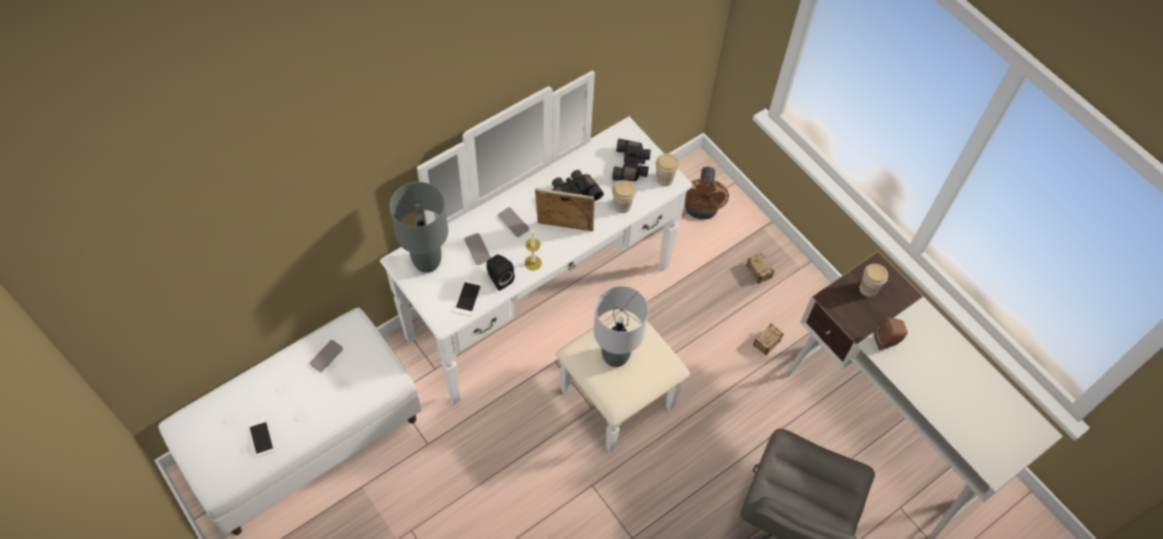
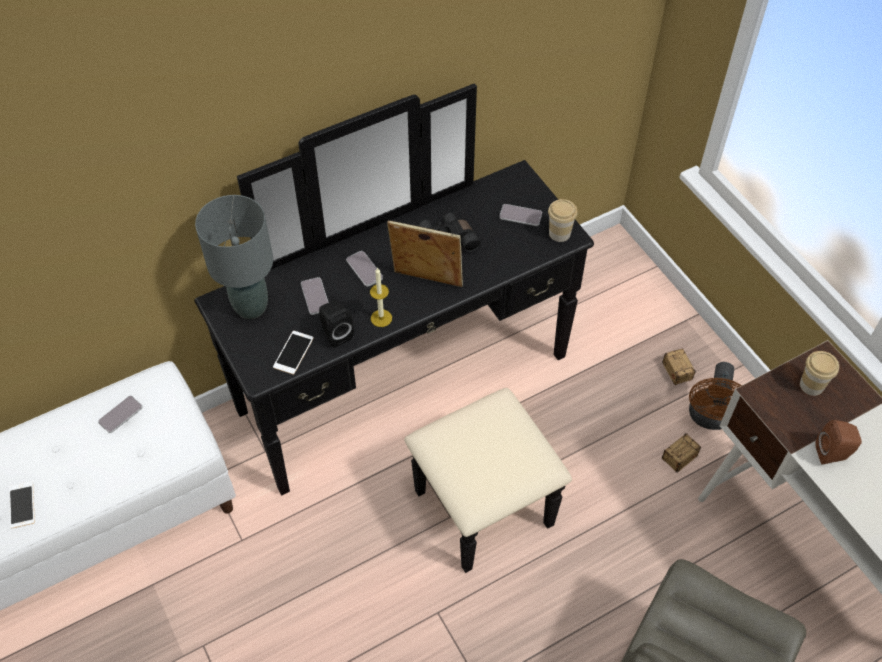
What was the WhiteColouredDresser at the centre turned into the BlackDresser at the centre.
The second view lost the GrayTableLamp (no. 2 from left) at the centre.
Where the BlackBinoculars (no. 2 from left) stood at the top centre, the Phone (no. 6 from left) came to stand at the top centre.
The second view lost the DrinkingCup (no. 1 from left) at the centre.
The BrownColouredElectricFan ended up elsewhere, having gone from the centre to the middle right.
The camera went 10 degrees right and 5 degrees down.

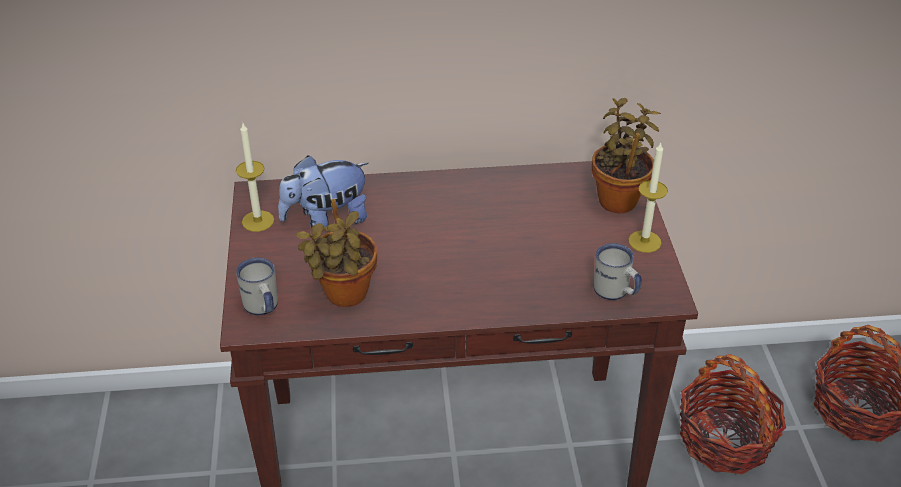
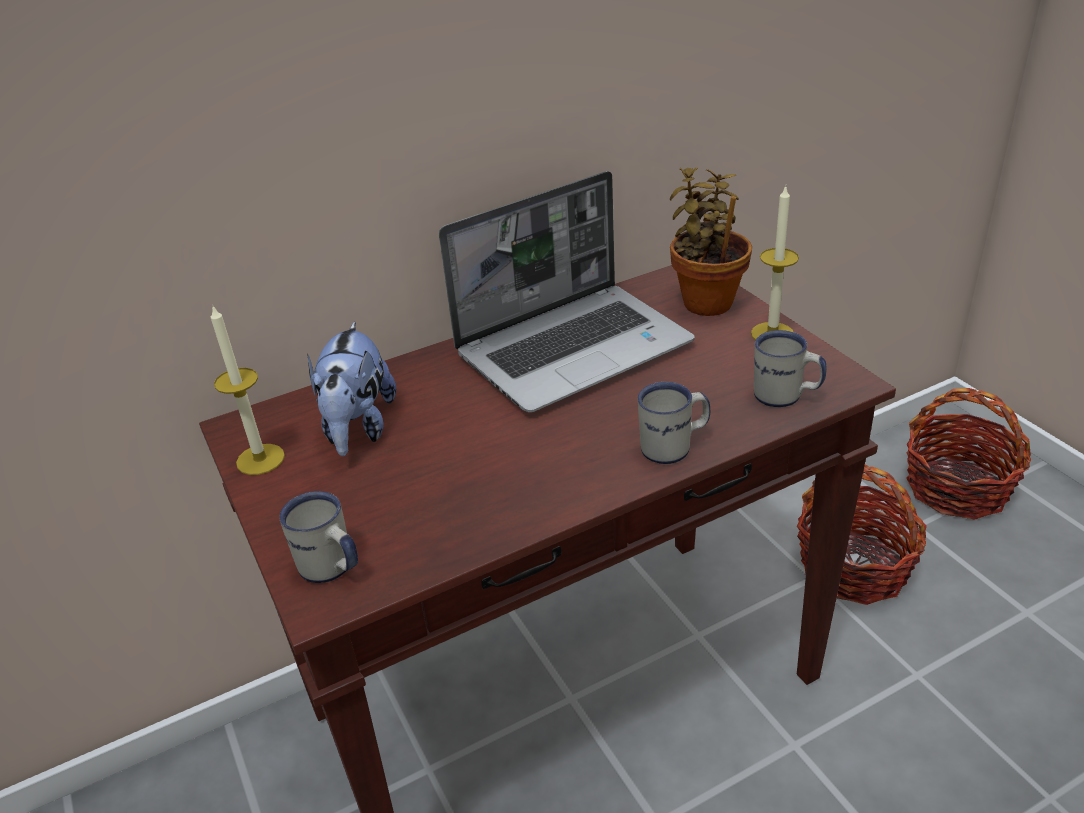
The PlushToy at the centre ended up facing another way, 45 degrees counterclockwise from before.
The second view lost the PlantInAPot (no. 1 from left) at the centre.
The second view gained the PortableComputer at the centre.
The second view gained the WhiteColouredMug (no. 2 from left) at the centre.
The camera went 20 degrees left and 5 degrees down.

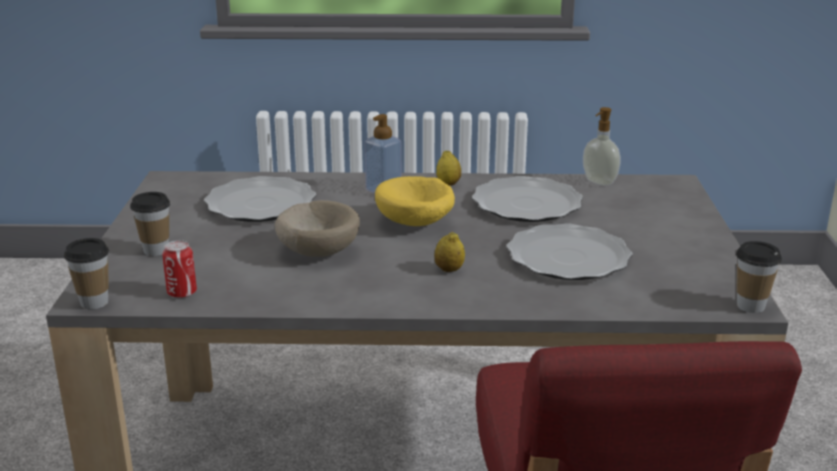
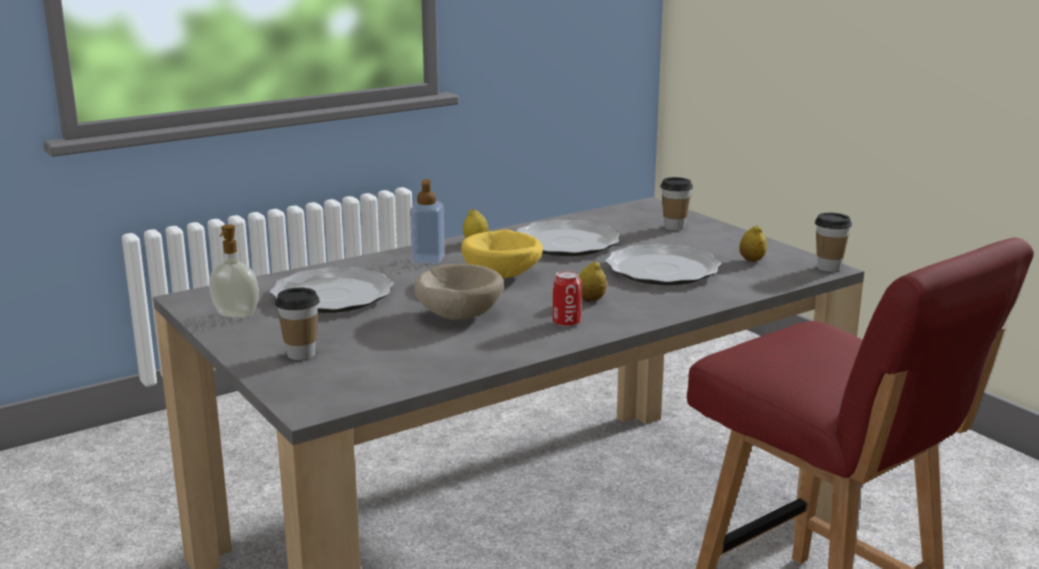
The DrinkingCup (no. 1 from left in the first image) ended up elsewhere, having gone from the middle left to the centre.
The Can ended up elsewhere, having gone from the middle left to the centre.
The LiquidSoapBottle (no. 2 from left in the first image) ended up elsewhere, having gone from the top right to the middle left.
The second view gained the Lemon (no. 3 from left) at the middle right.
The camera went 35 degrees left and 5 degrees down.

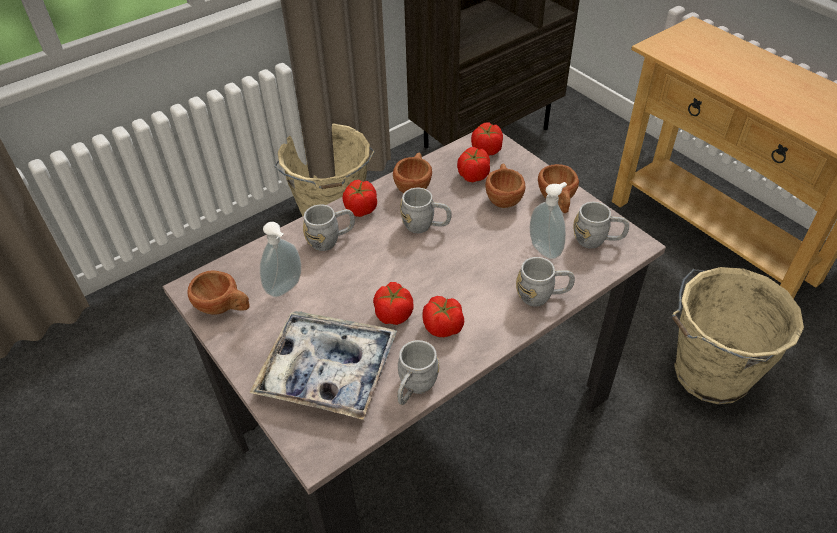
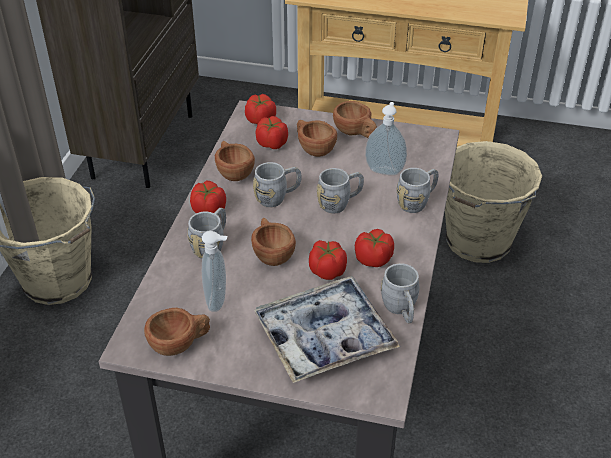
The GrayMug (no. 5 from left in the first image) ended up elsewhere, having gone from the middle right to the centre.
The second view gained the BrownColouredDrinkingCup (no. 3 from left) at the centre.
The camera went 40 degrees left and 5 degrees down.

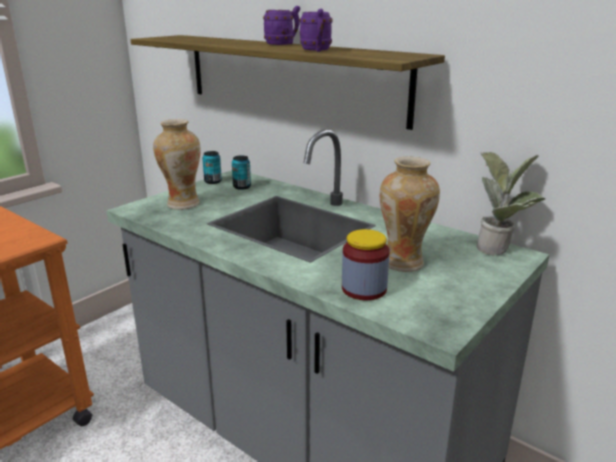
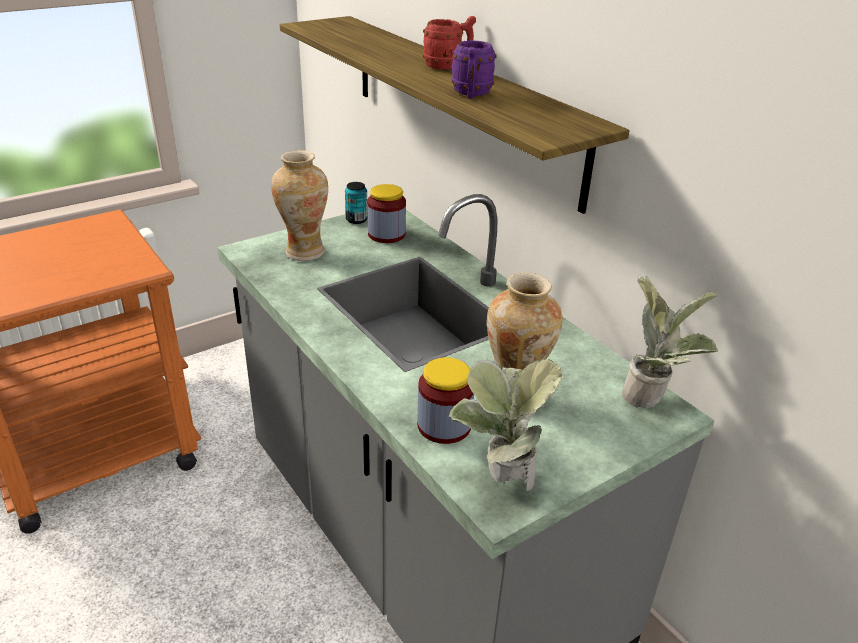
Where the Can (no. 2 from left) stood at the centre, the PreserveJar (no. 1 from left) came to stand at the top centre.
What was the PurpleColouredMug (no. 1 from left) at the top centre turned into the RedMug at the top centre.
The second view gained the PlantInAPot (no. 1 from left) at the centre.
The camera went 15 degrees right and 10 degrees up.

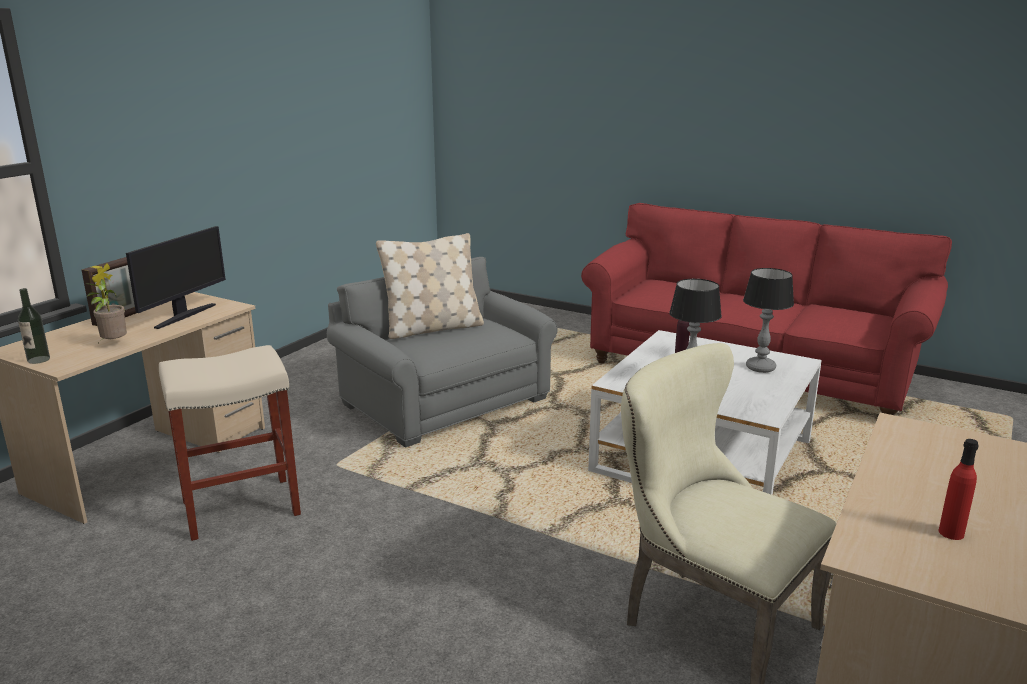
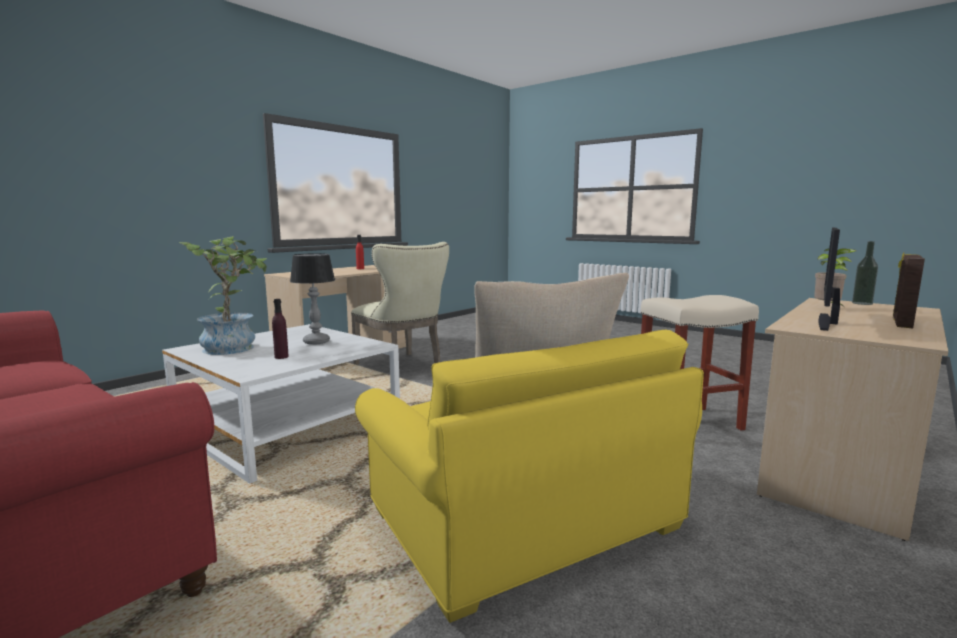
What was the GrayArmchair at the centre turned into the YellowArmchair at the bottom centre.
Where the TableLamp (no. 2 from left) stood at the middle right, the PlantInAPot (no. 1 from left) came to stand at the middle left.
The camera went 170 degrees left and 10 degrees down.

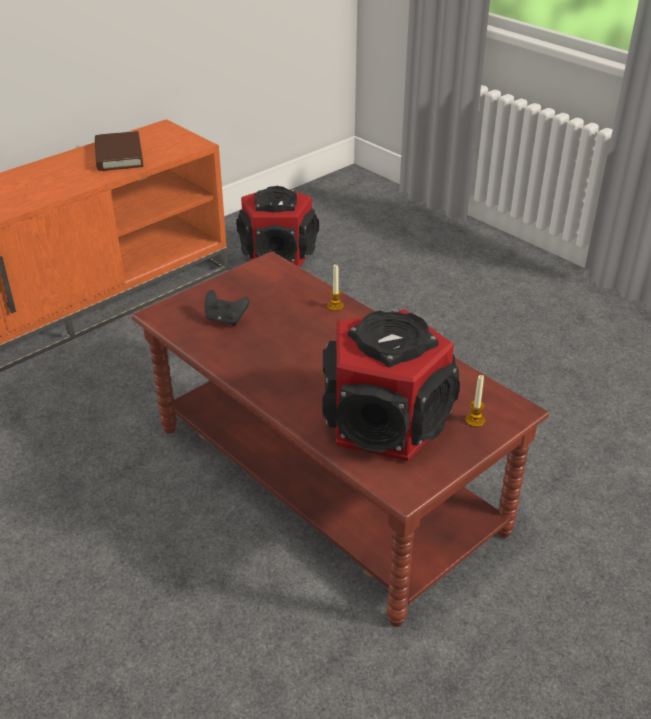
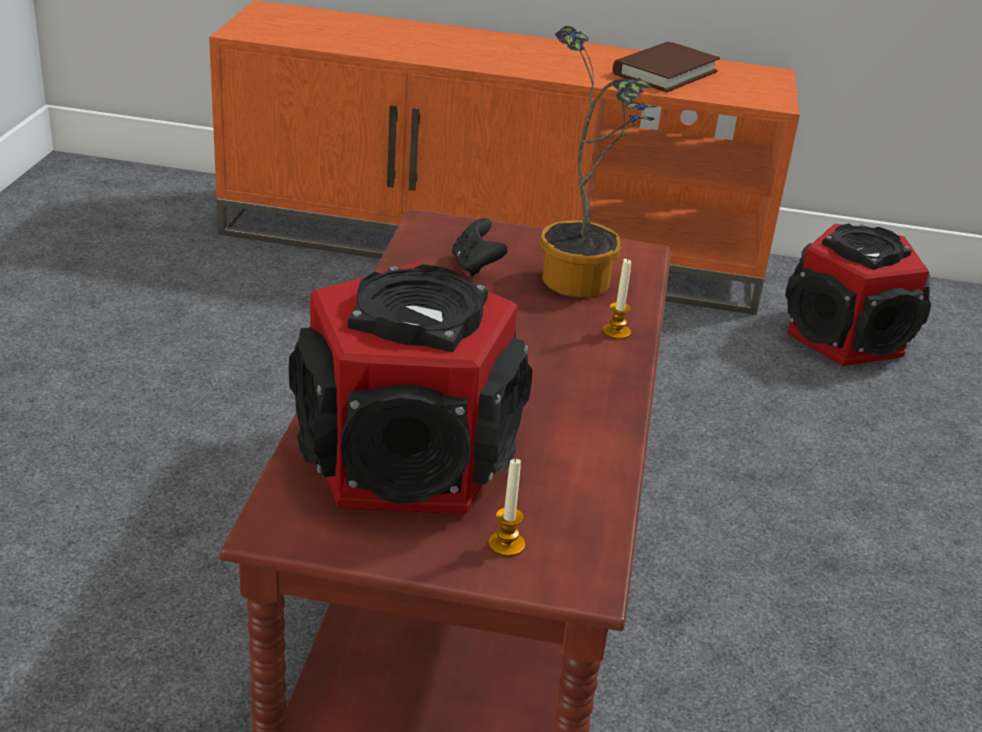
The second view gained the PlantInAPot at the top centre.
The camera went 50 degrees right and 5 degrees down.

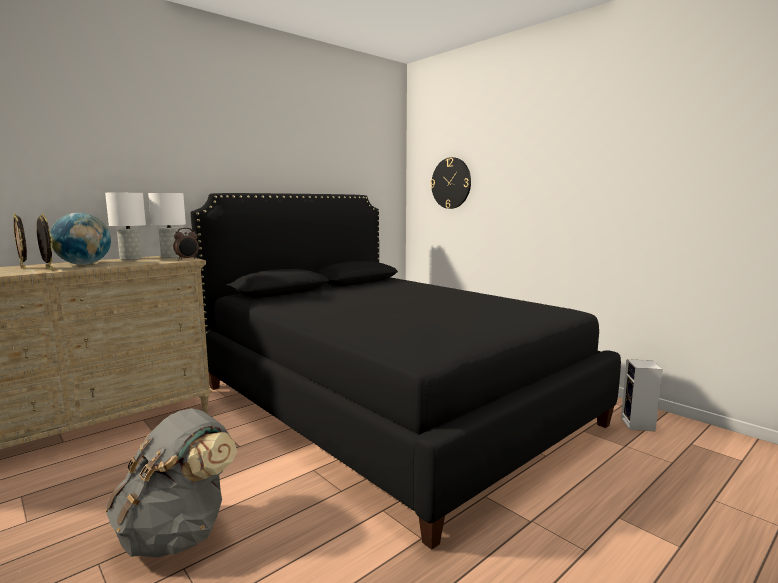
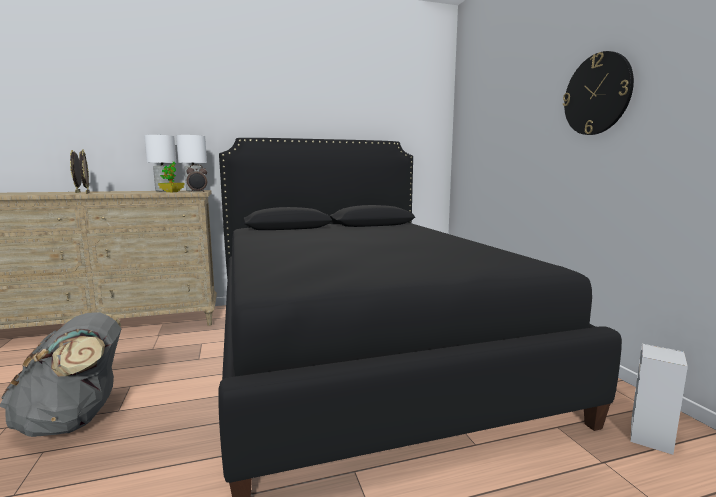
The second view lost the WorldGlobe at the middle left.
The HangingClock ended up elsewhere, having gone from the top centre to the top right.
The second view gained the PlantInAPot at the middle left.
The camera went 25 degrees right and 0 degrees up.

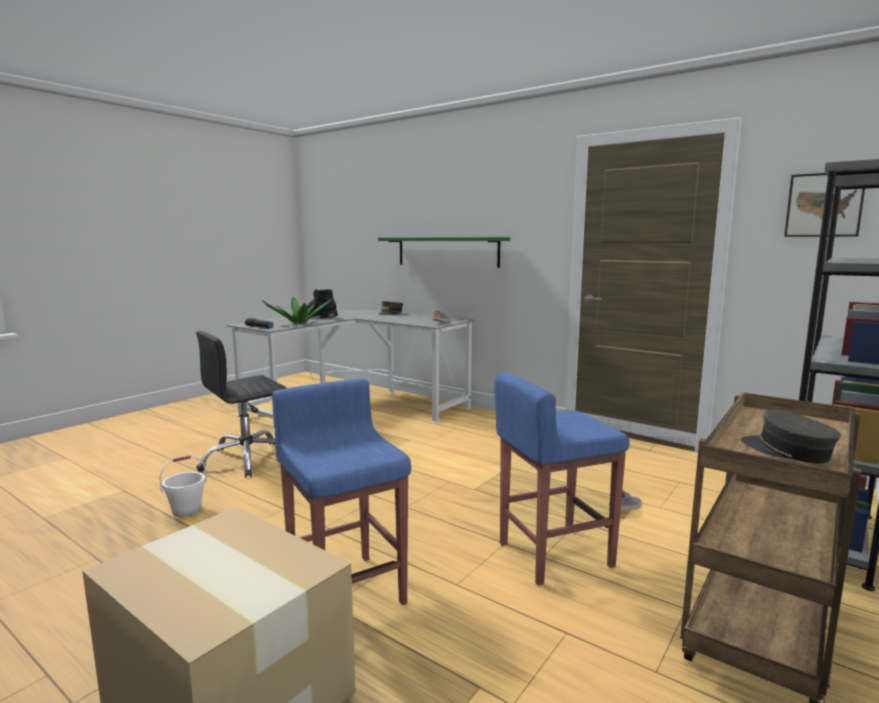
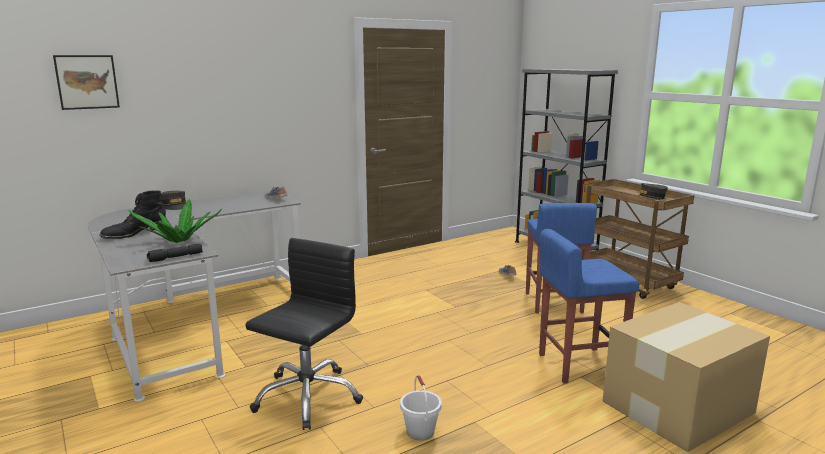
The BlackDeskChair at the middle left ended up facing another way, 135 degrees counterclockwise from before.
The second view lost the GreenWallShelf at the centre.
The WallArt ended up elsewhere, having gone from the top right to the top left.
The camera went 70 degrees left and 5 degrees up.

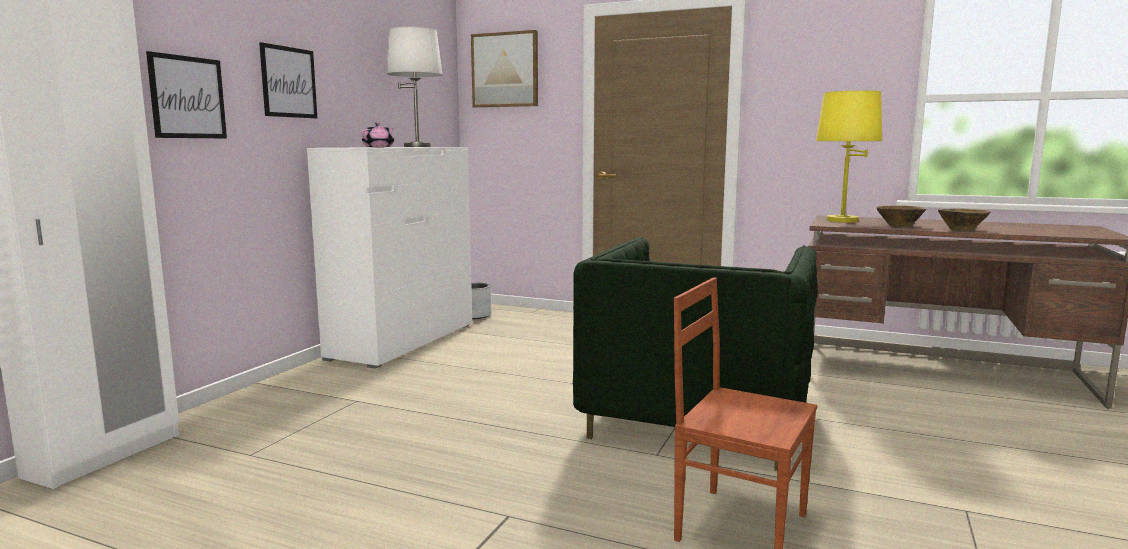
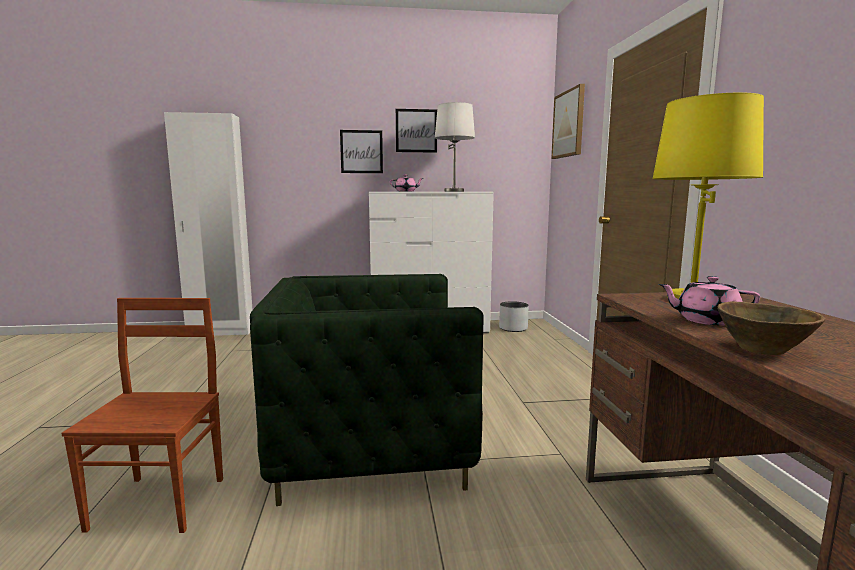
The WallArt (no. 1 from left in the first image) ended up elsewhere, having gone from the top left to the top centre.
Where the BrownColouredServingBowl (no. 1 from left) stood at the middle right, the PinkColouredTeaPot (no. 2 from left) came to stand at the middle right.
The camera went 60 degrees right and 0 degrees up.

